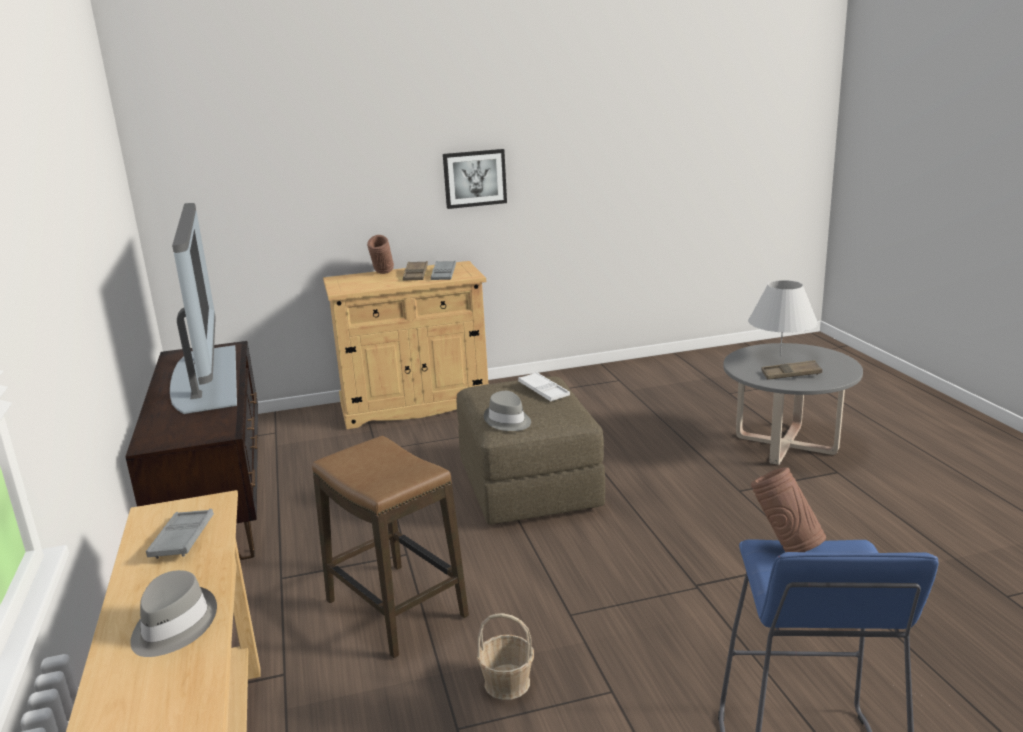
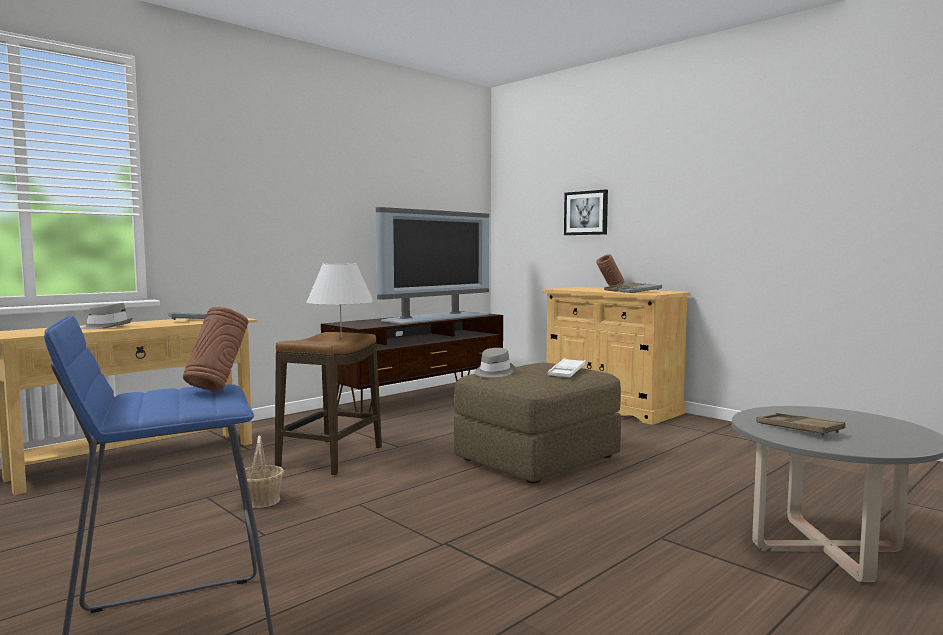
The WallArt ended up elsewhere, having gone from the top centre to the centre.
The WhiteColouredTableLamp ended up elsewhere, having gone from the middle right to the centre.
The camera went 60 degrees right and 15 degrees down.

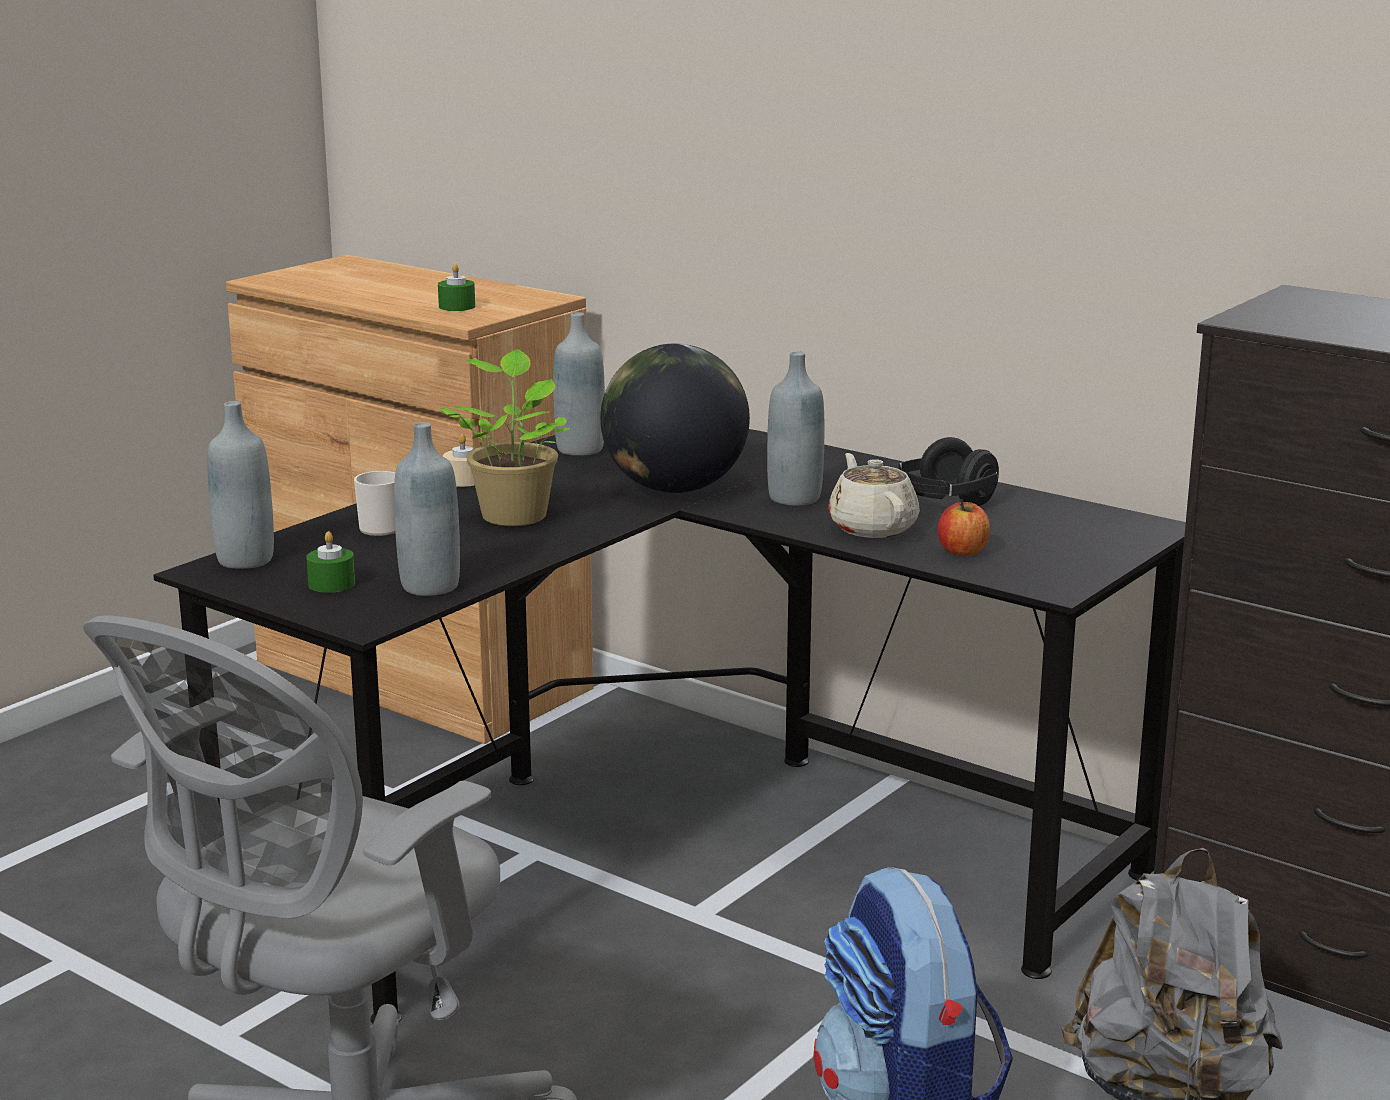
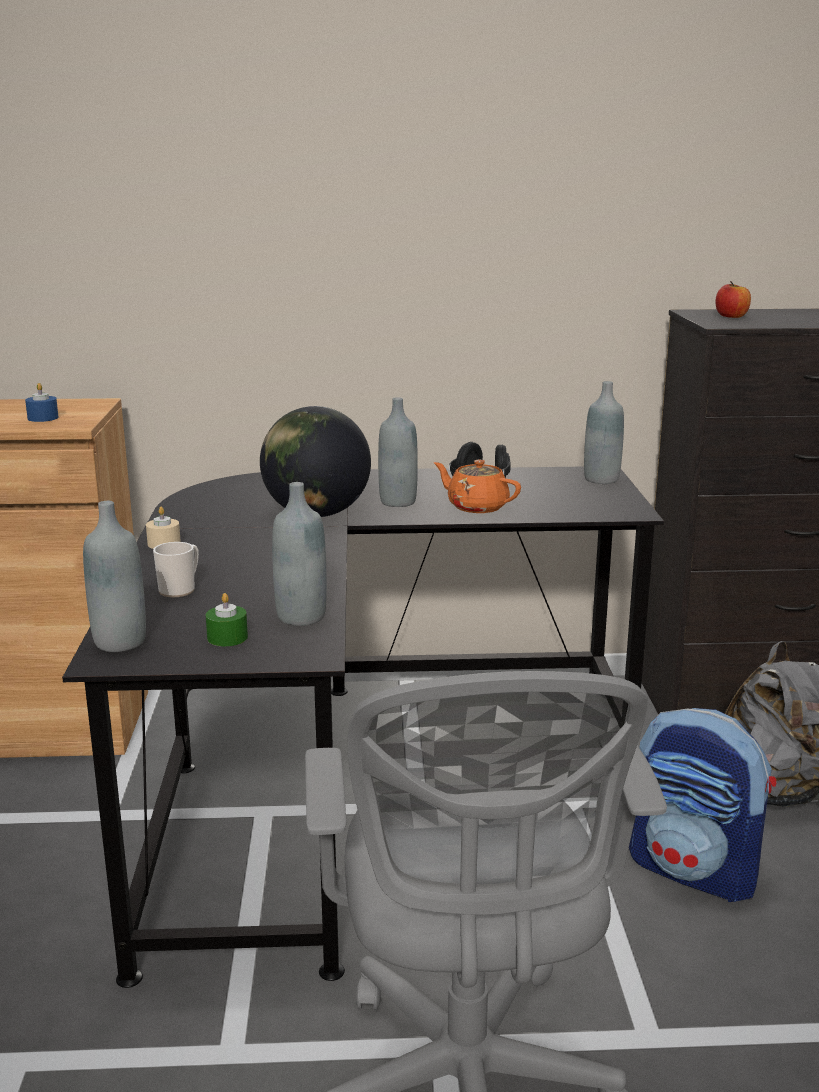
What was the GreenCandle (no. 2 from left) at the top left turned into the BluishCandle at the middle left.
The second view lost the PlantInAPot at the centre.
The GrayBottle (no. 3 from left in the first image) ended up elsewhere, having gone from the centre to the middle right.
What was the BeigeColouredTeaPot at the centre turned into the OrangeyTeaPot at the centre.
The Apple ended up elsewhere, having gone from the middle right to the top right.
The camera went 40 degrees left and 0 degrees up.

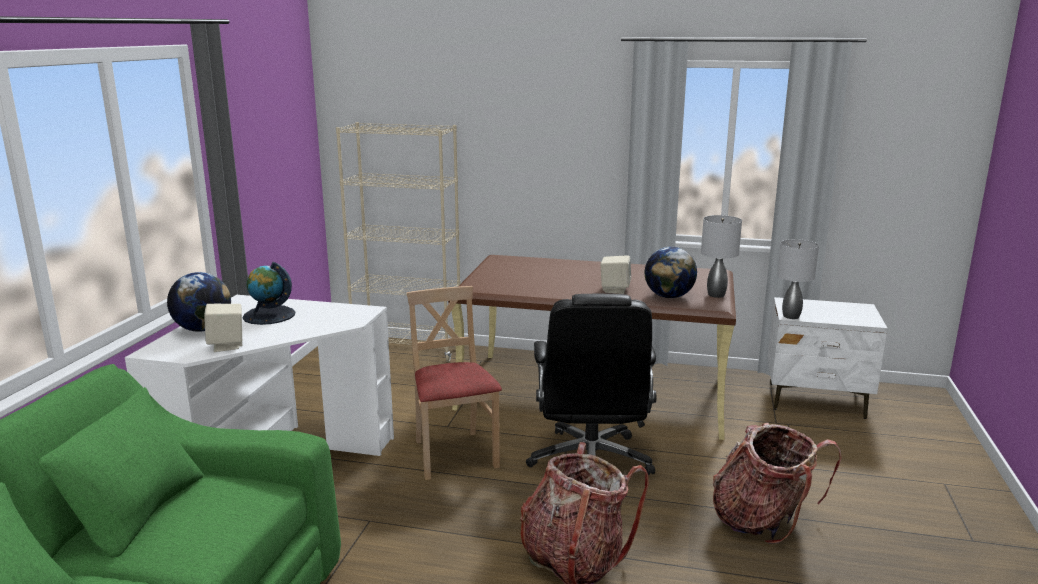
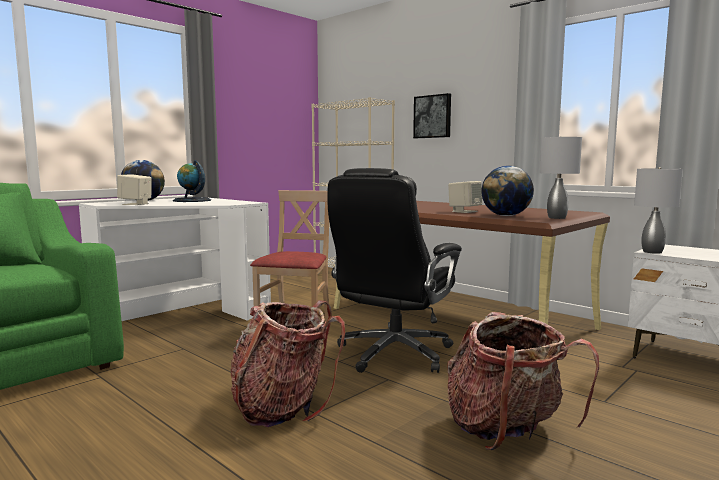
The second view gained the WallArt at the top centre.
The camera went 30 degrees right and 10 degrees down.

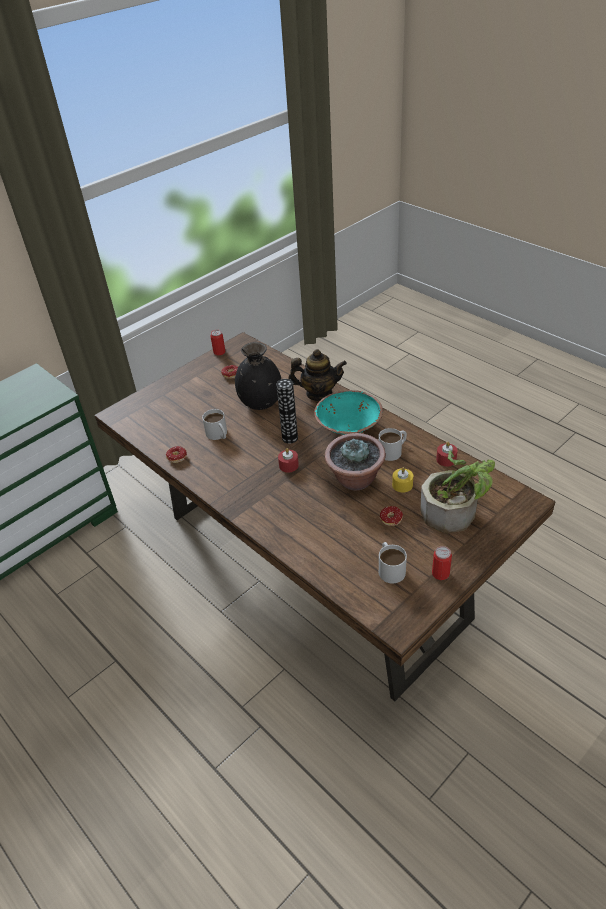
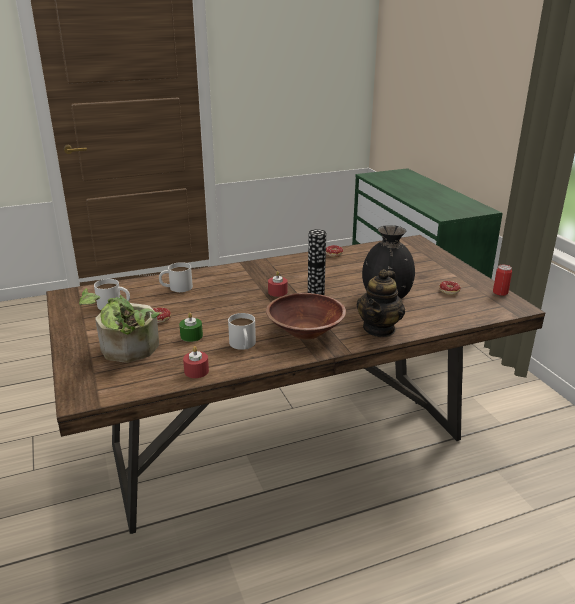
The WhiteColouredMug (no. 1 from left in the first image) ended up elsewhere, having gone from the centre to the middle left.
What was the TurquoiseServingBowl at the centre turned into the BrownColouredServingBowl at the centre.
The second view lost the PlantInAPot (no. 1 from left) at the centre.
What was the YellowCandle at the centre turned into the GreenCandle at the middle left.
The second view lost the Can (no. 2 from left) at the middle right.
The camera went 110 degrees right and 15 degrees down.

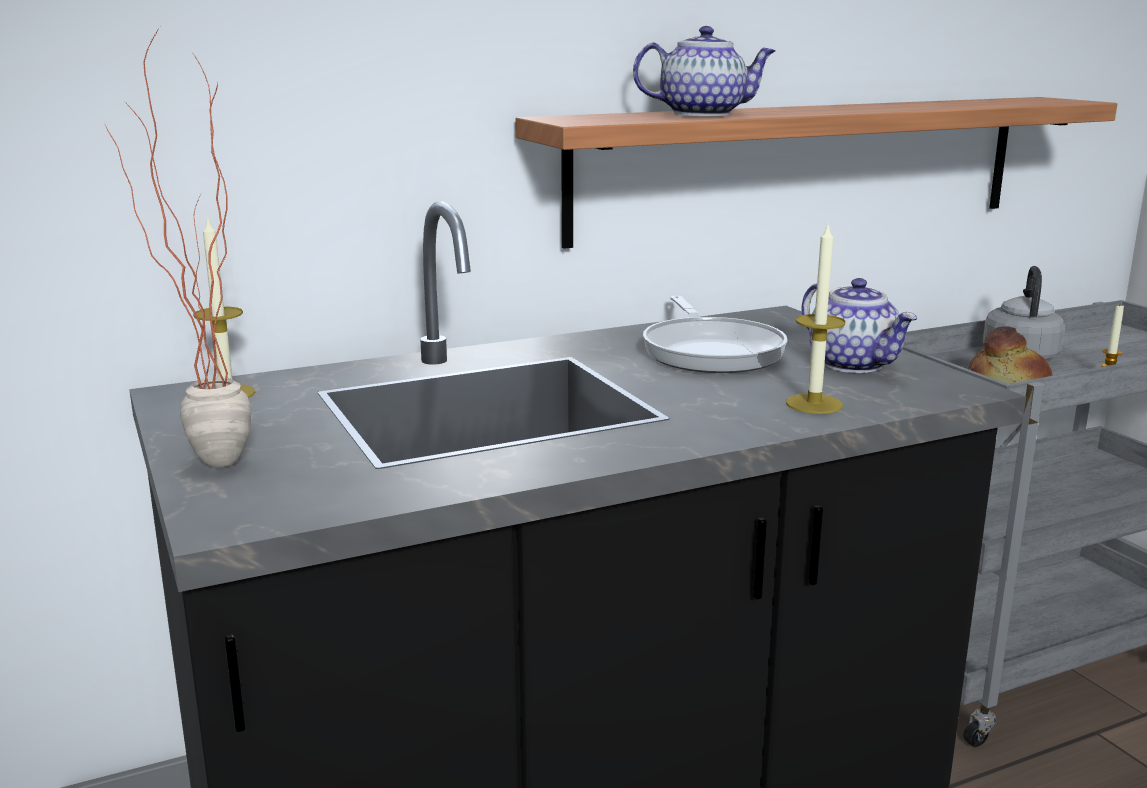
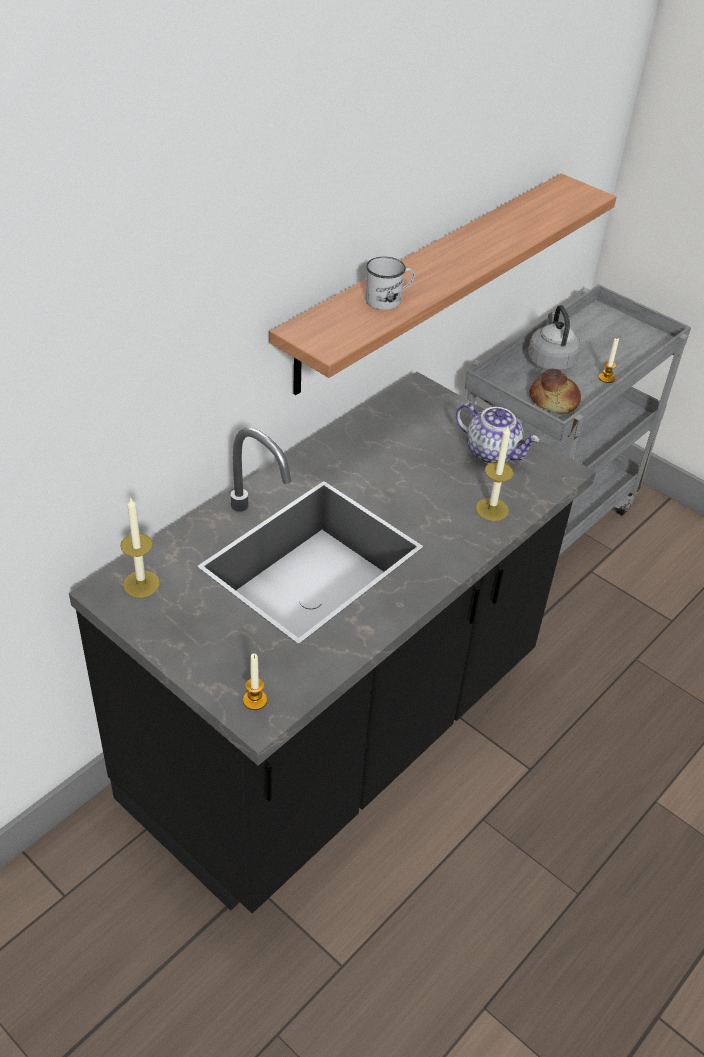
The second view lost the PlantInAPot at the top left.
Where the TeaPot (no. 1 from left) stood at the top centre, the WhiteColouredMug came to stand at the top centre.
The second view lost the Skillet at the centre.
The second view gained the Candle (no. 2 from left) at the centre.
The camera went 25 degrees left and 25 degrees up.

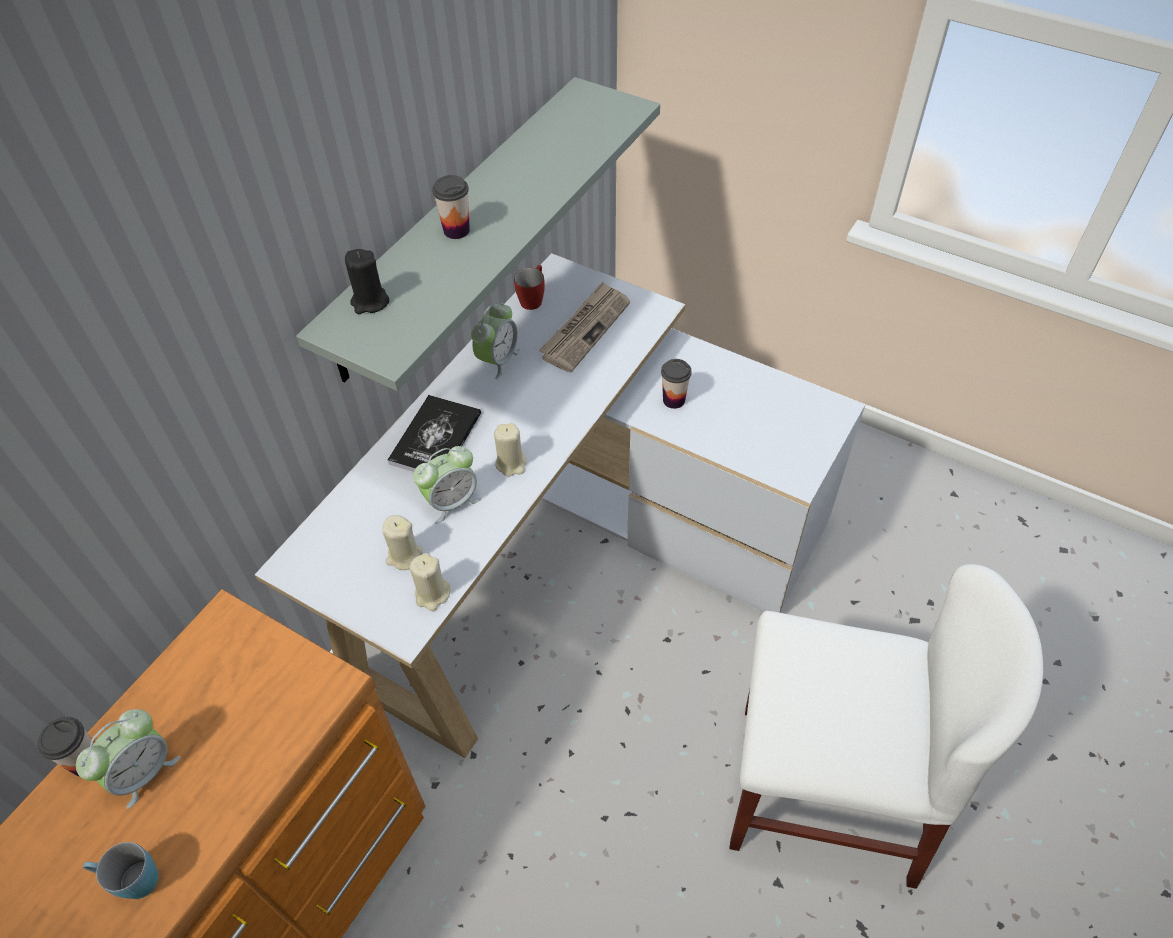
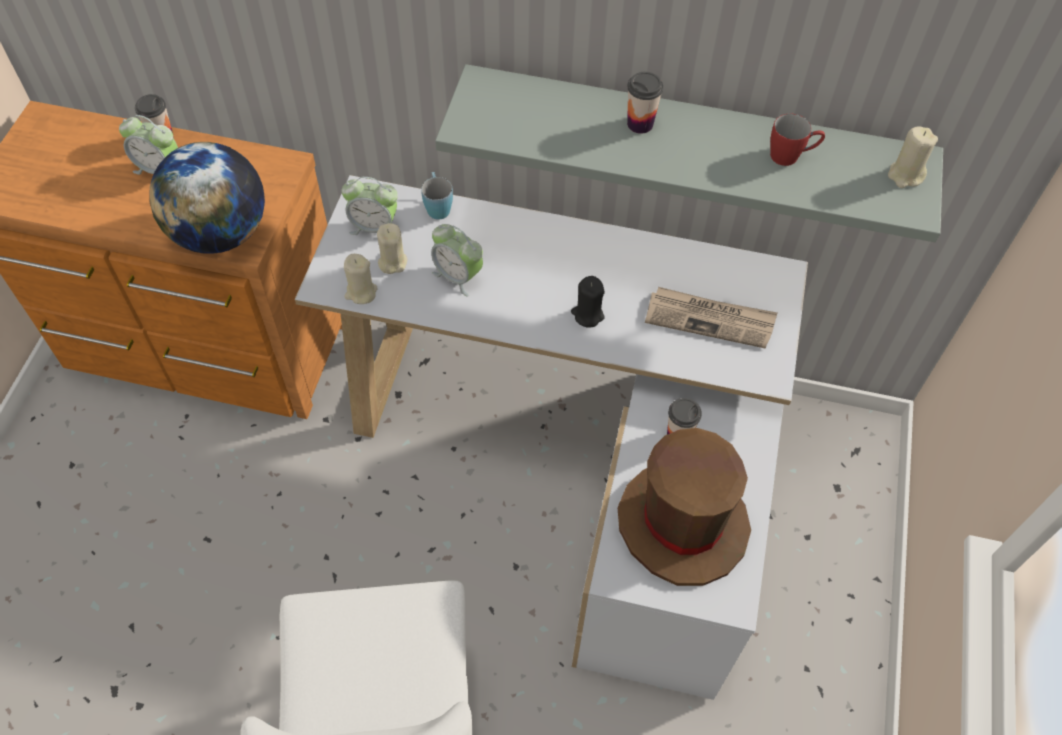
The BluishMug ended up elsewhere, having gone from the bottom left to the top centre.
The BlackCandle ended up elsewhere, having gone from the top left to the centre.
The second view lost the Book at the centre.
The BedsideClock (no. 3 from left in the first image) ended up elsewhere, having gone from the centre to the top centre.
The BeigeColouredCandle (no. 3 from left) ended up elsewhere, having gone from the centre to the top right.
The RedMug ended up elsewhere, having gone from the top centre to the top right.
The second view gained the WorldGlobe at the top left.
The second view gained the BrownColouredHat at the bottom centre.
The camera went 70 degrees right and 5 degrees up.

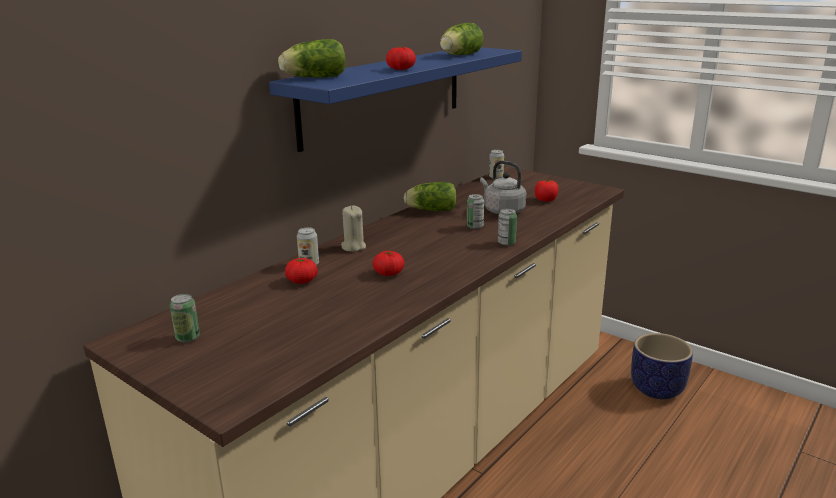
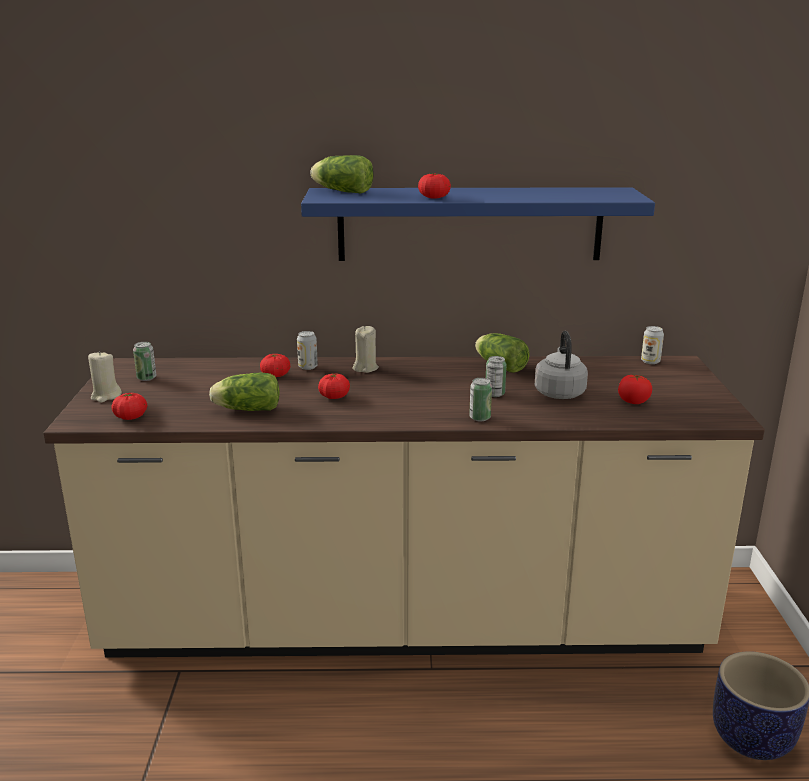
The LettuceHead (no. 3 from left in the first image) ended up elsewhere, having gone from the top centre to the middle left.
The second view gained the BeigeColouredCandle (no. 1 from left) at the middle left.
The second view gained the WholeTomato (no. 1 from left) at the middle left.
The camera went 50 degrees right and 0 degrees up.

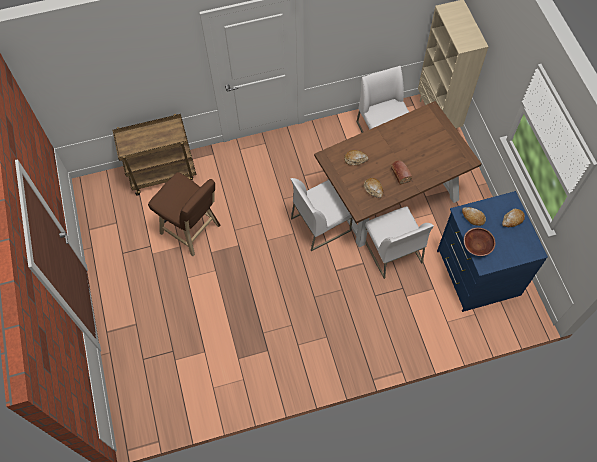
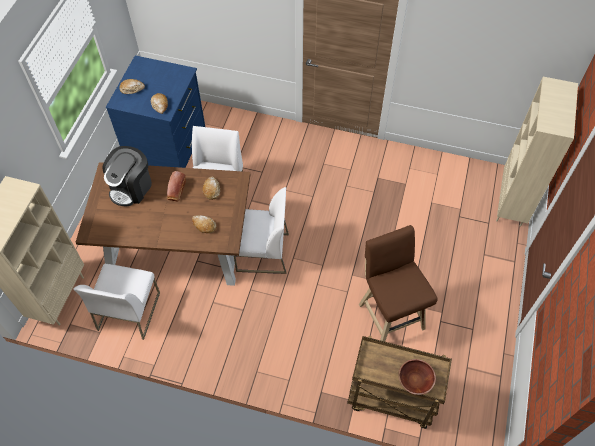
The BrownColouredServingBowl ended up elsewhere, having gone from the middle right to the bottom right.
The second view gained the CoffeeMachine at the middle left.
The second view gained the BeigeColouredShelvingUnit (no. 2 from left) at the middle right.
The camera went 150 degrees left and 5 degrees down.

